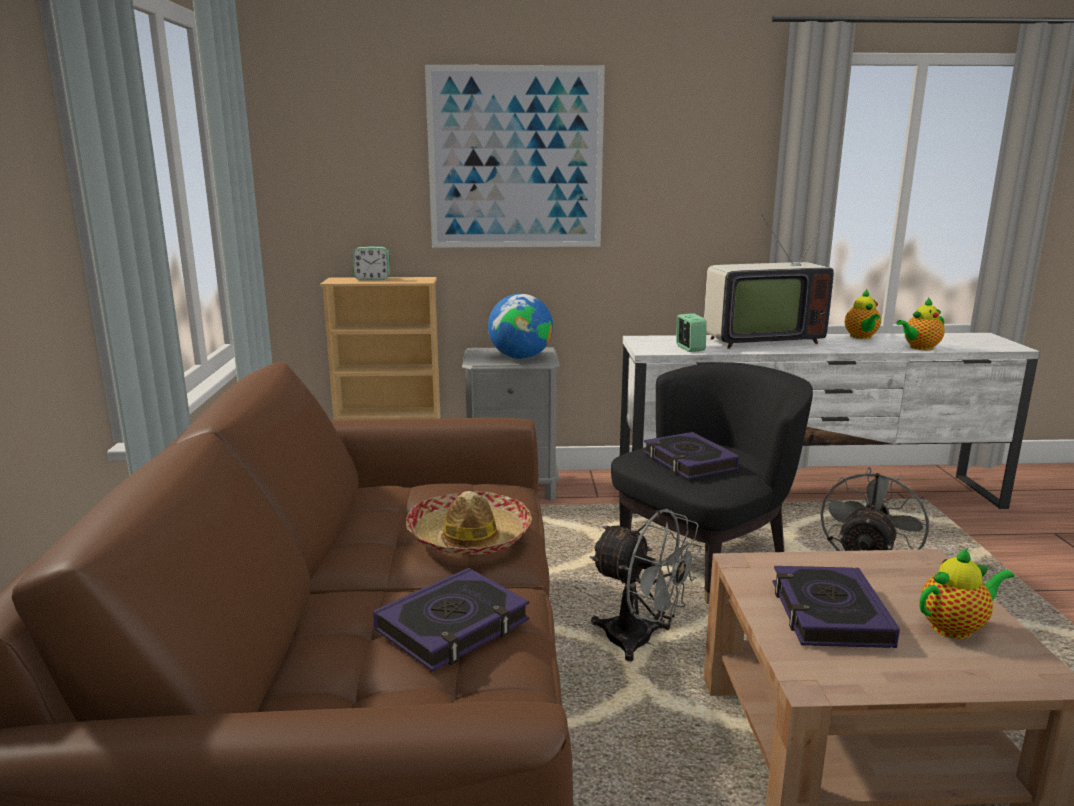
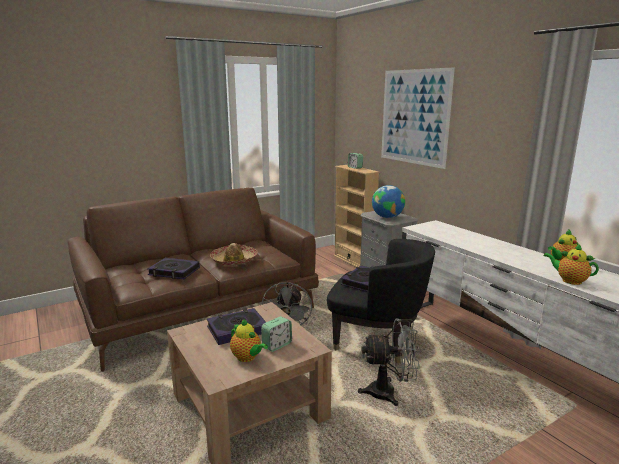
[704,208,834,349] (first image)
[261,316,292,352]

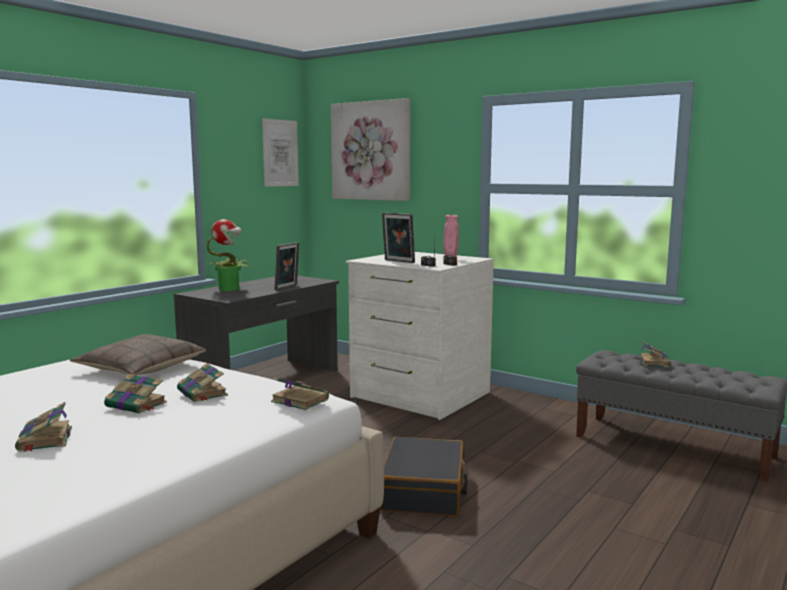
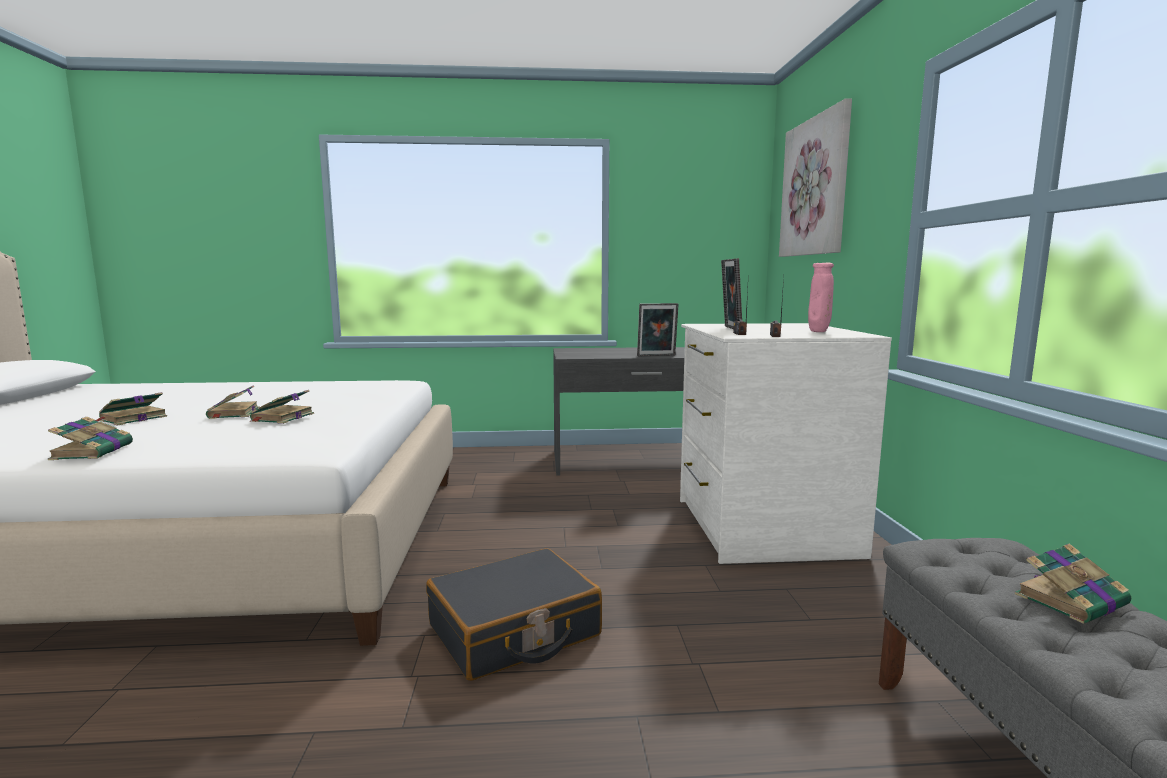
[70,334,206,376] (first image)
[207,219,250,291] (first image)
[262,118,299,187] (first image)
[48,417,133,460]

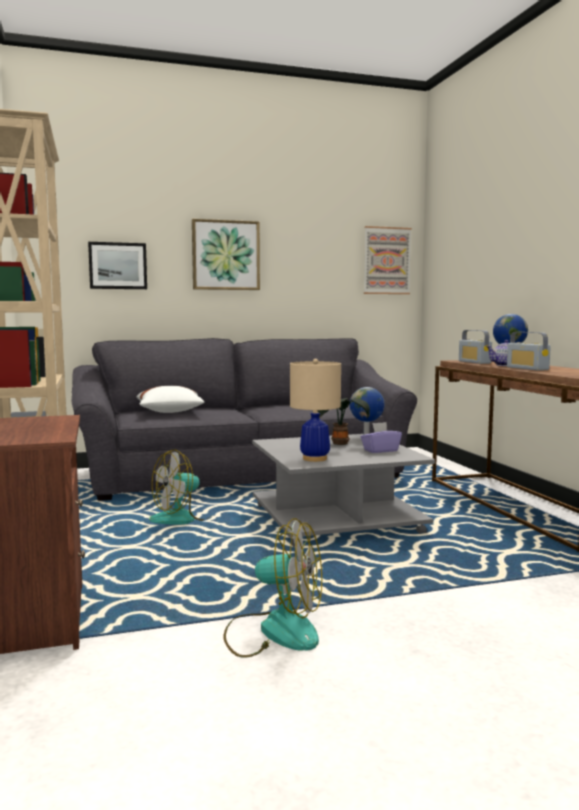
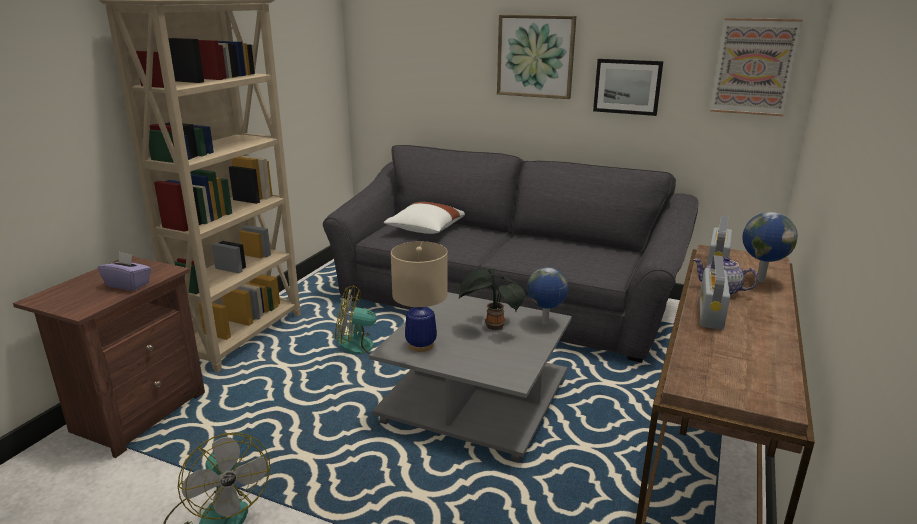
[593,59,663,116]
[98,252,151,291]

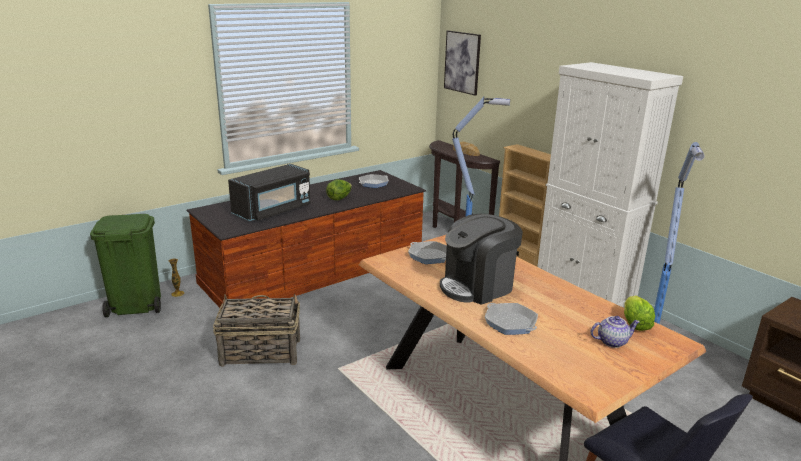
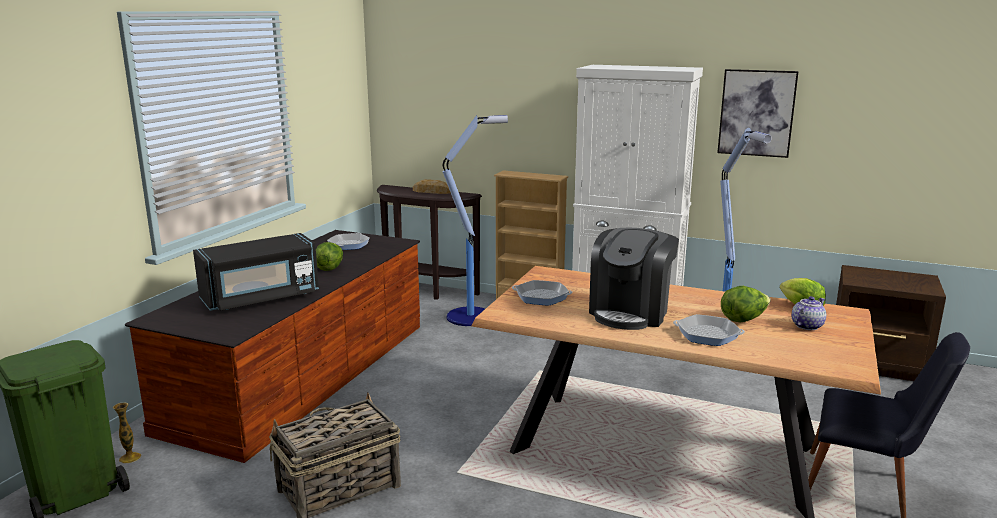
[721,286,771,322]
[717,69,799,158]
[193,233,319,311]

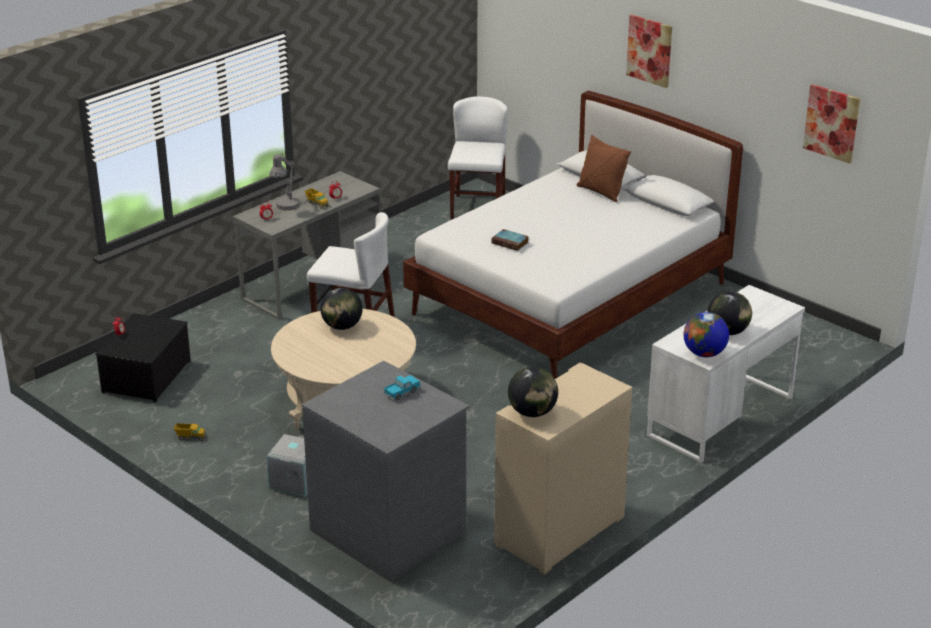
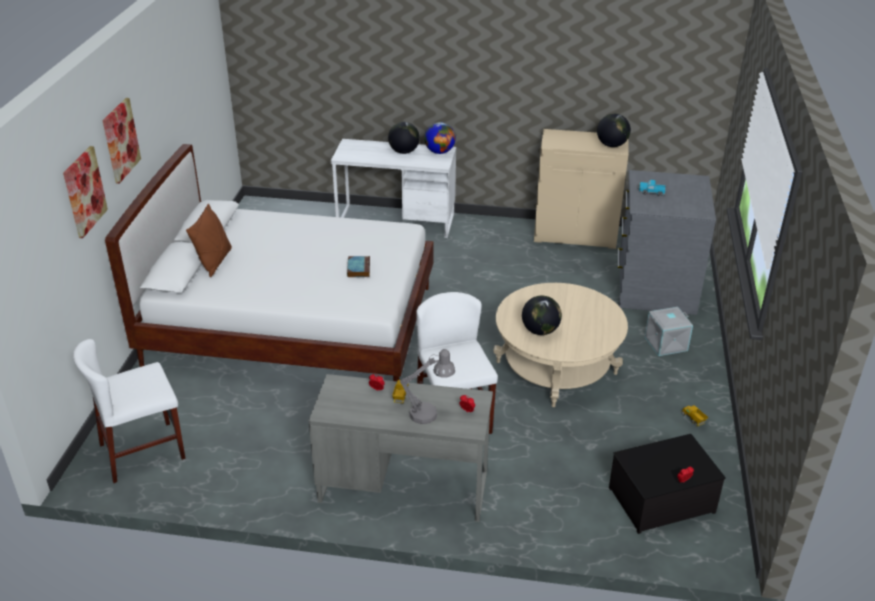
[63,146,108,238]

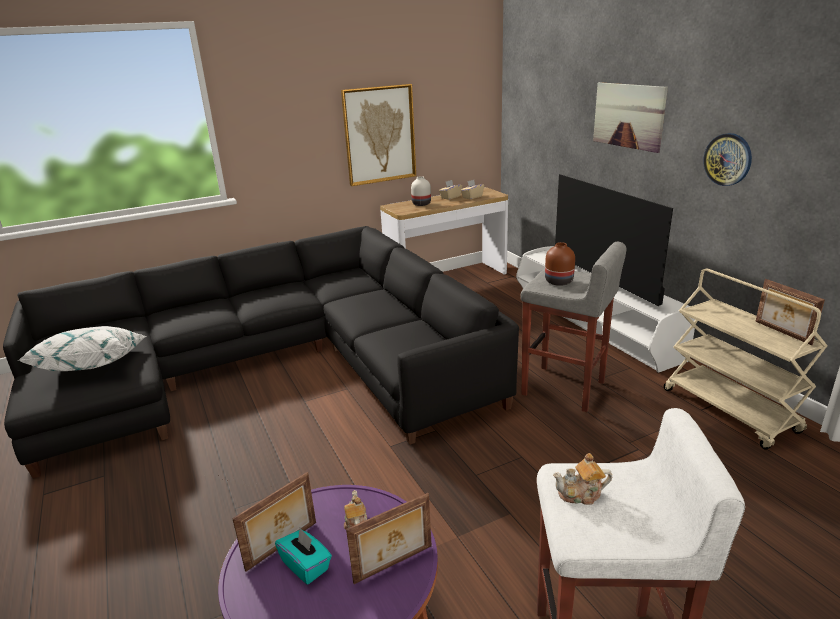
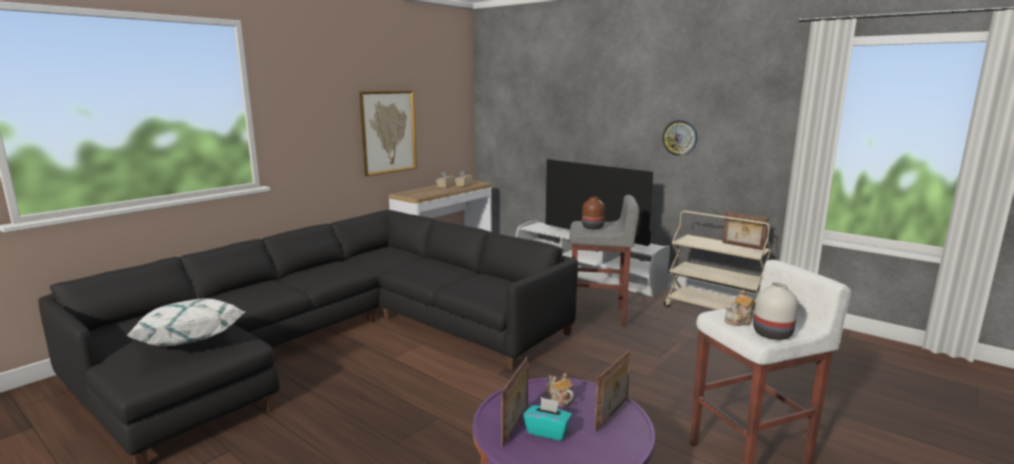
[593,82,668,153] (first image)
[753,282,798,340]

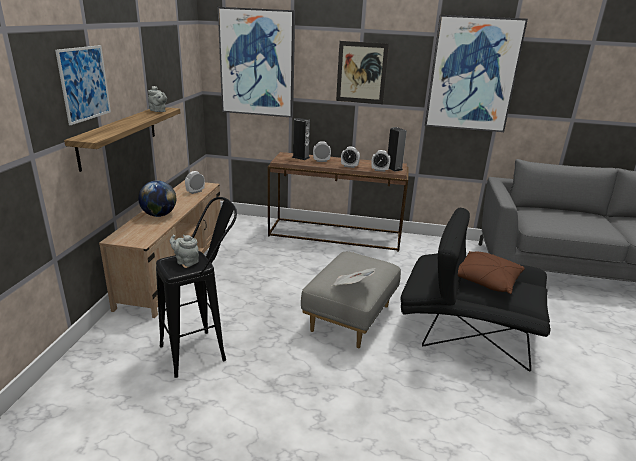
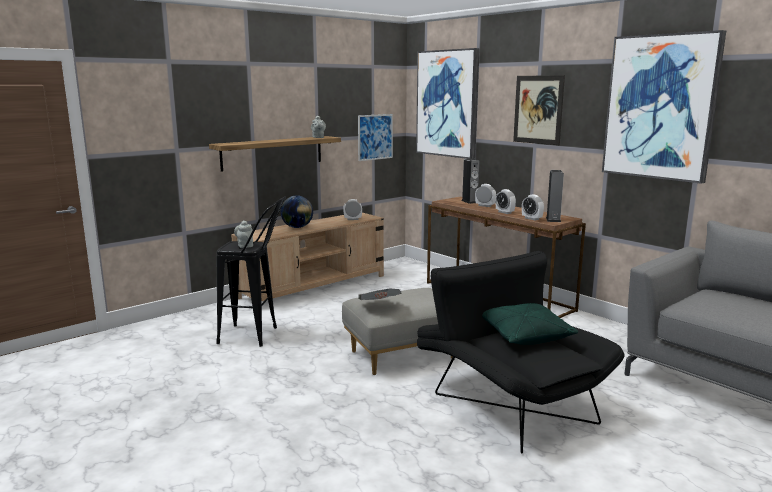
[358,114,393,161]
[482,303,578,345]

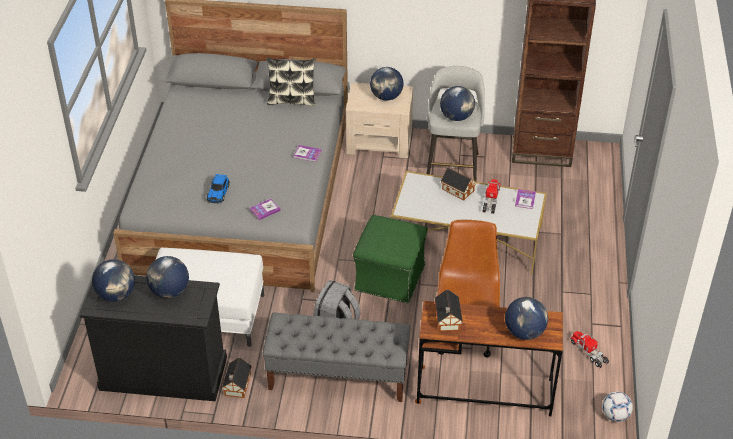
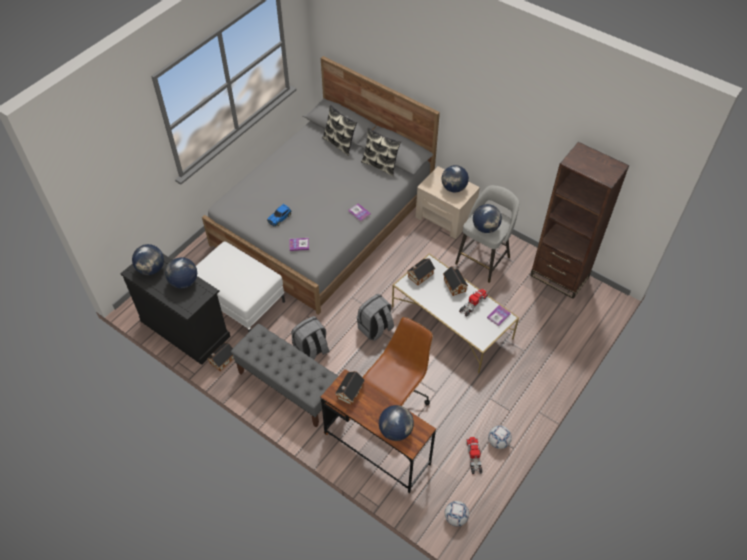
[322,105,357,156]
[407,258,435,285]
[488,426,512,449]
[357,294,394,341]

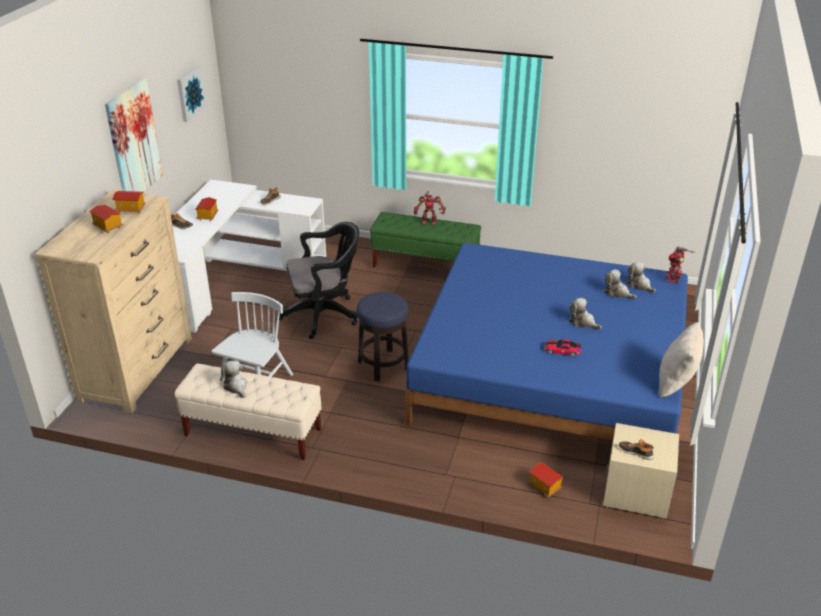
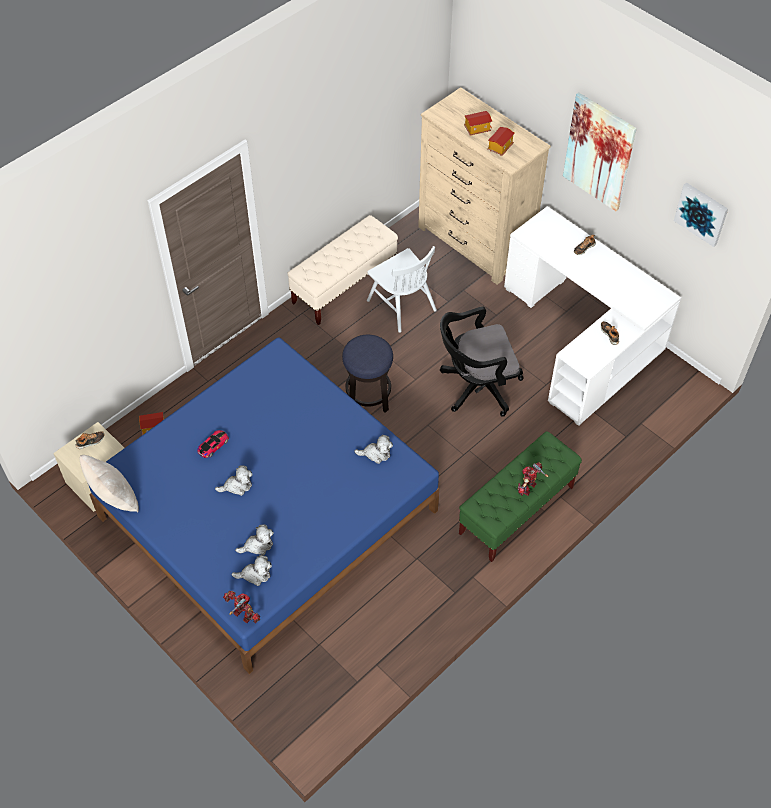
[196,197,218,221] (first image)
[354,435,393,464]
[440,307,524,417]

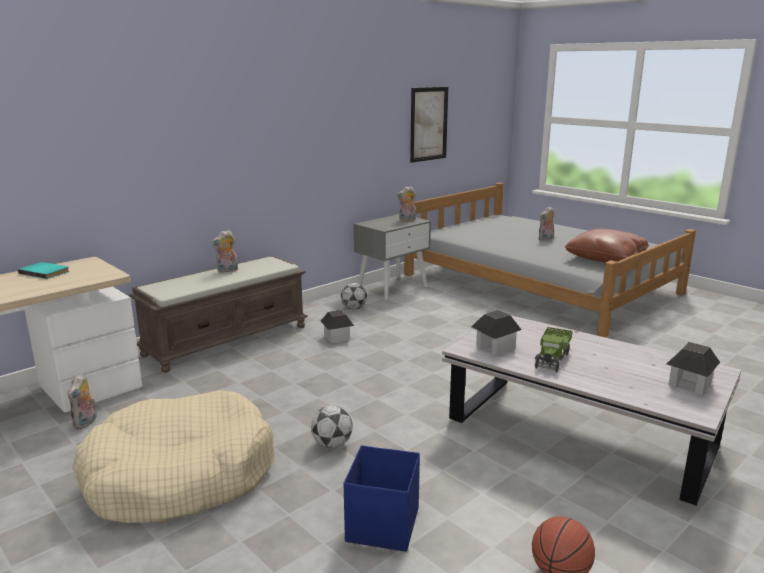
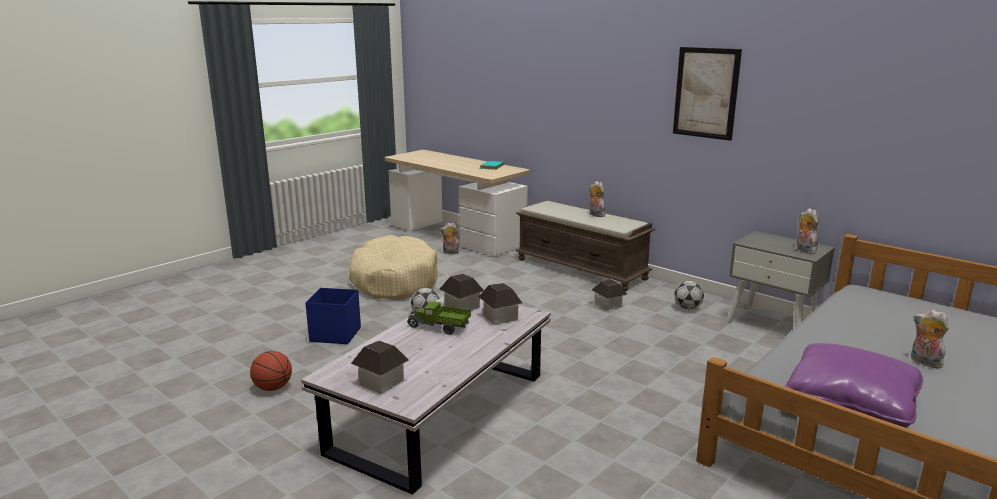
[479,283,522,325]
[673,47,742,141]
[785,343,923,428]

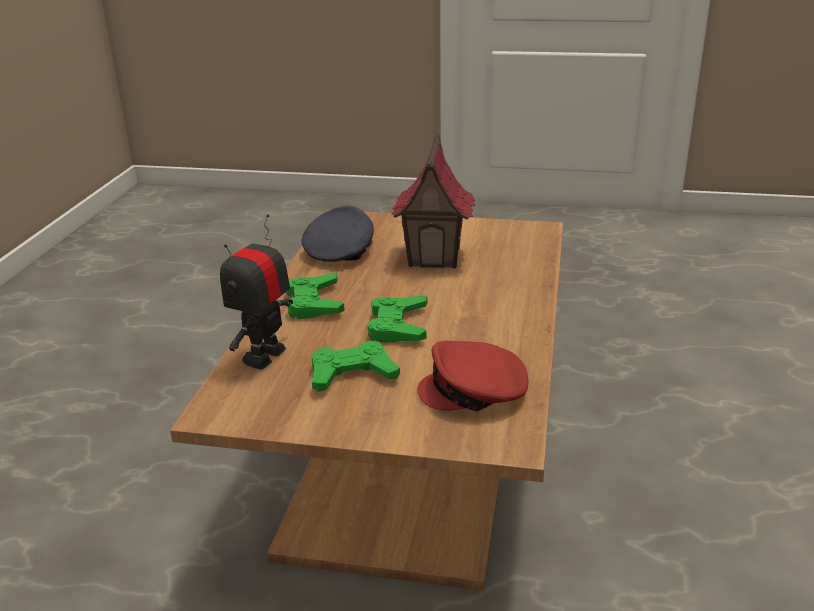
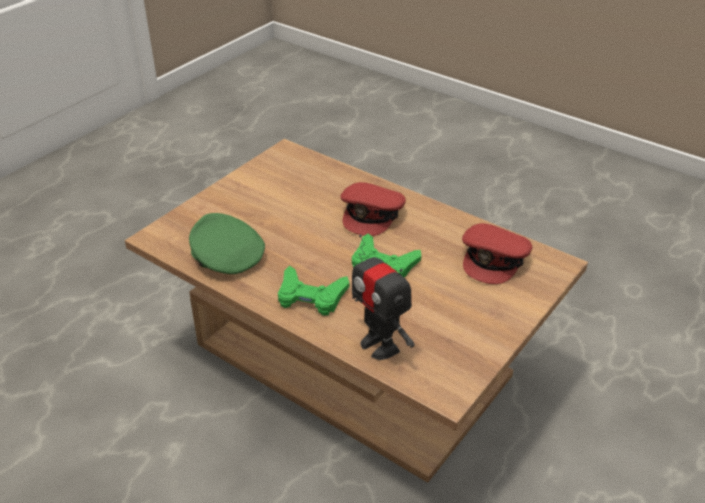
[312,341,400,392] (first image)
[391,133,475,269] (first image)
[340,182,406,236]
[189,213,265,274]

